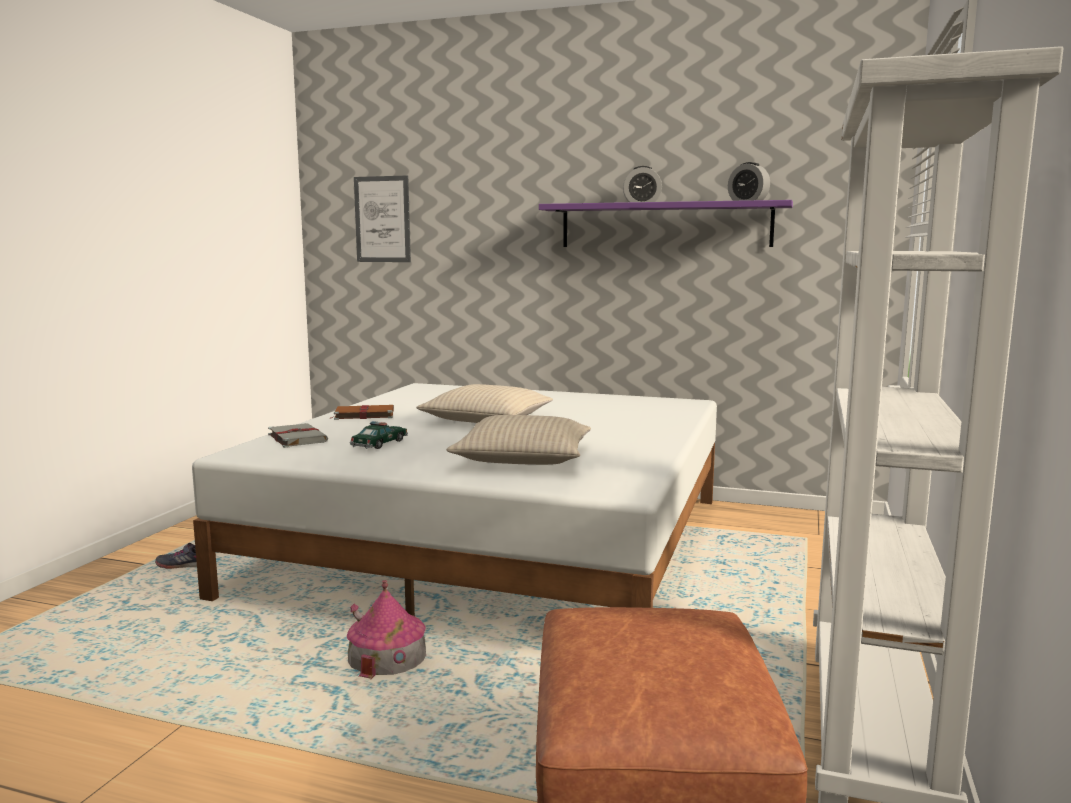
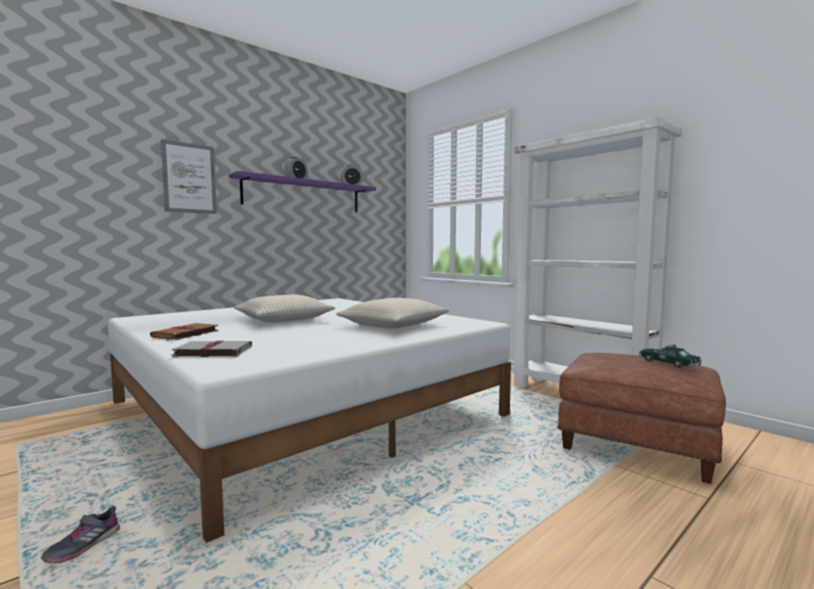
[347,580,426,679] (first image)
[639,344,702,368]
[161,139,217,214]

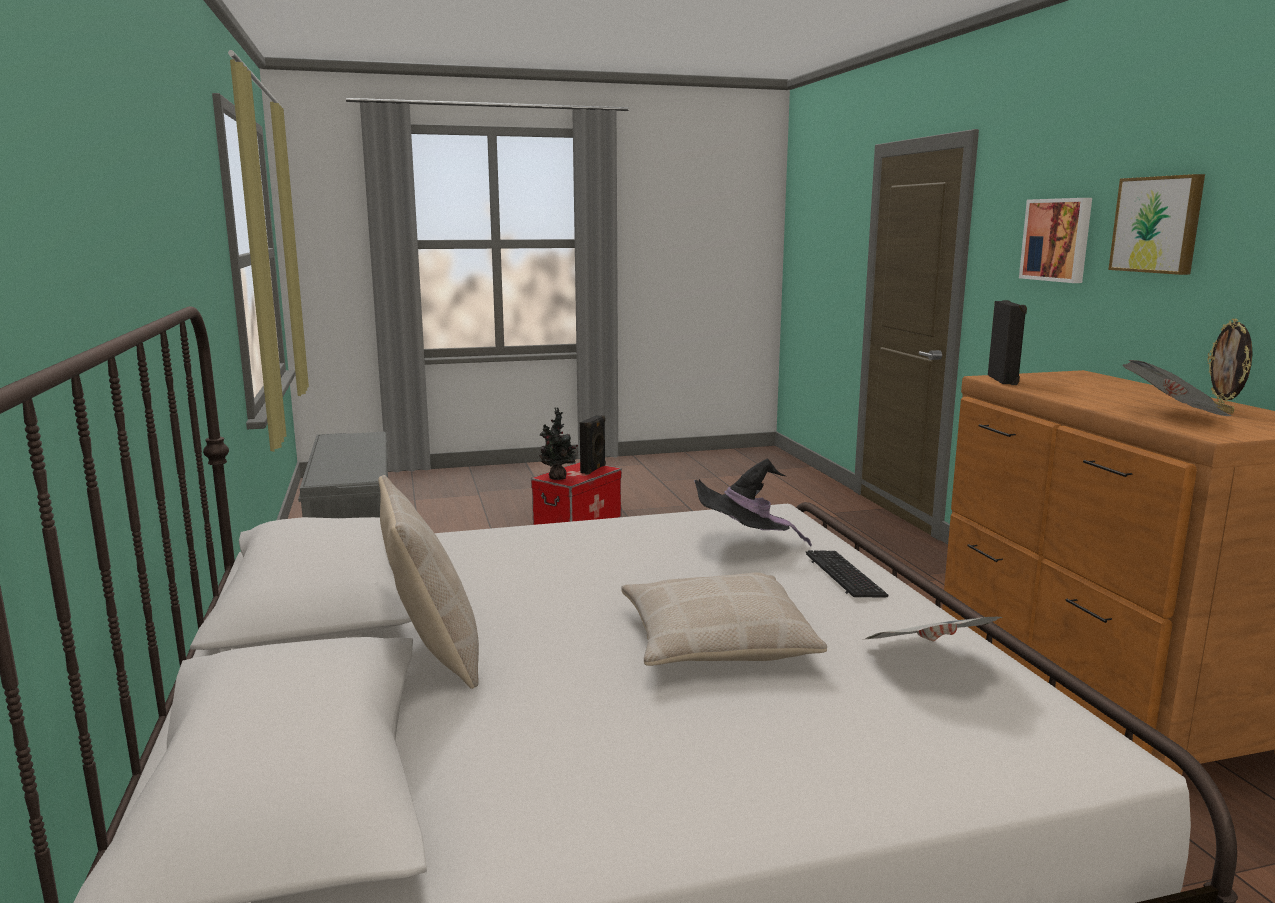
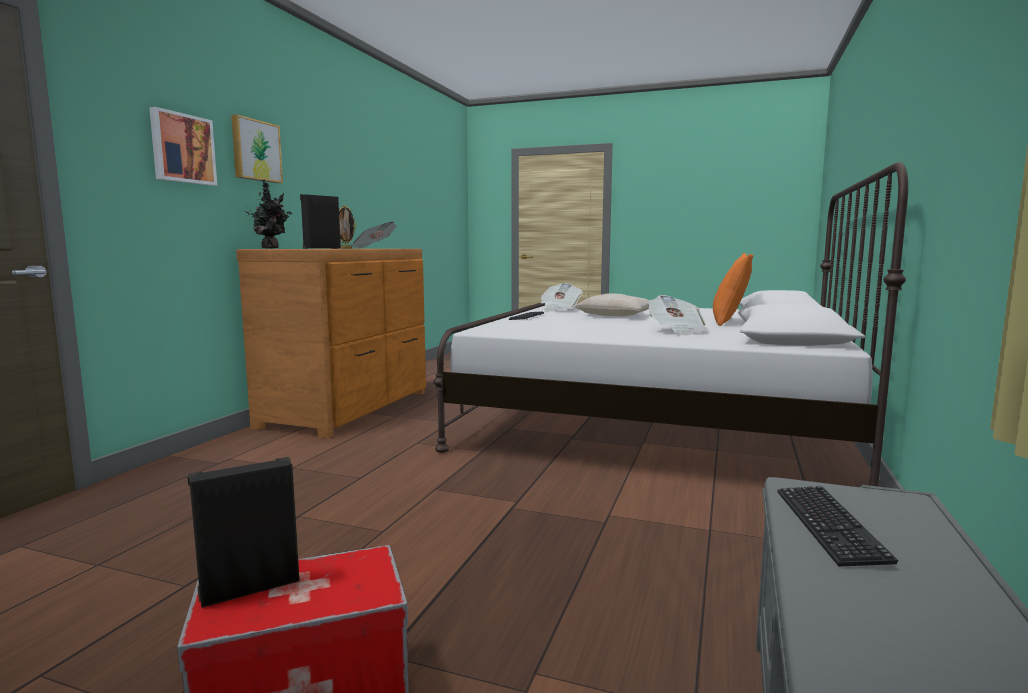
[694,459,812,547] (first image)
[648,295,707,335]
[778,486,898,567]
[245,179,292,249]
[713,253,753,326]

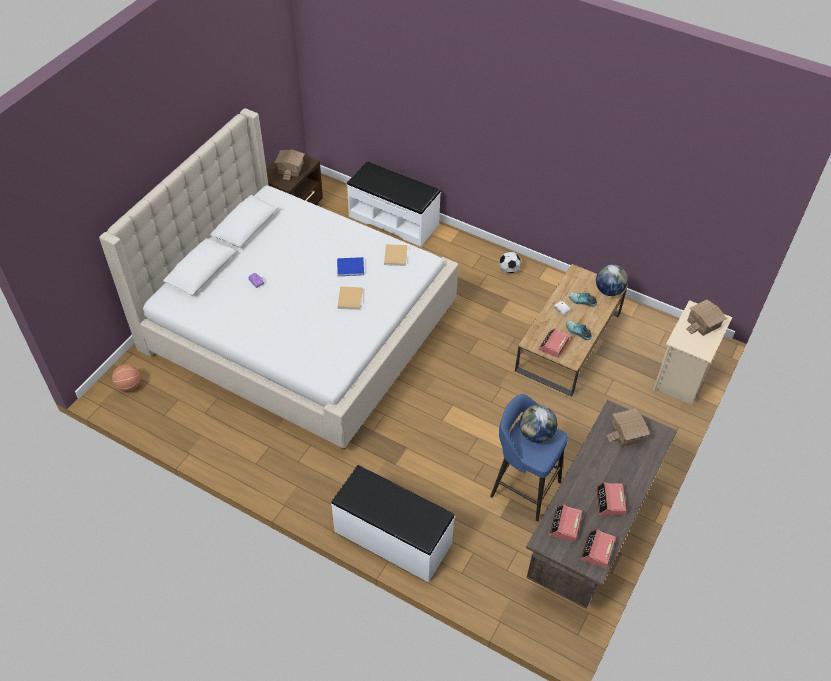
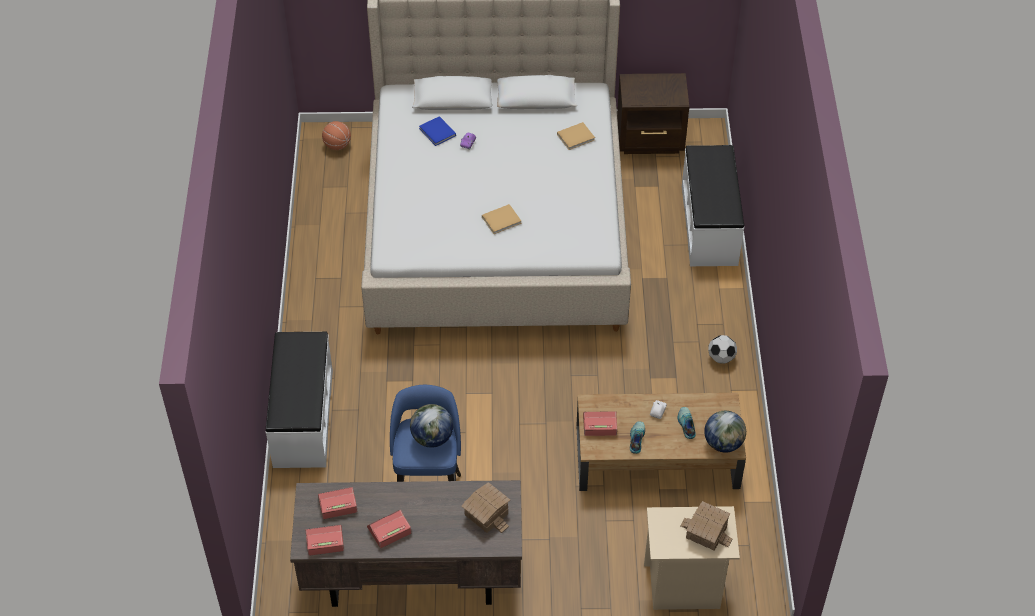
[275,149,305,180] (first image)
[419,116,456,146]
[557,122,595,150]

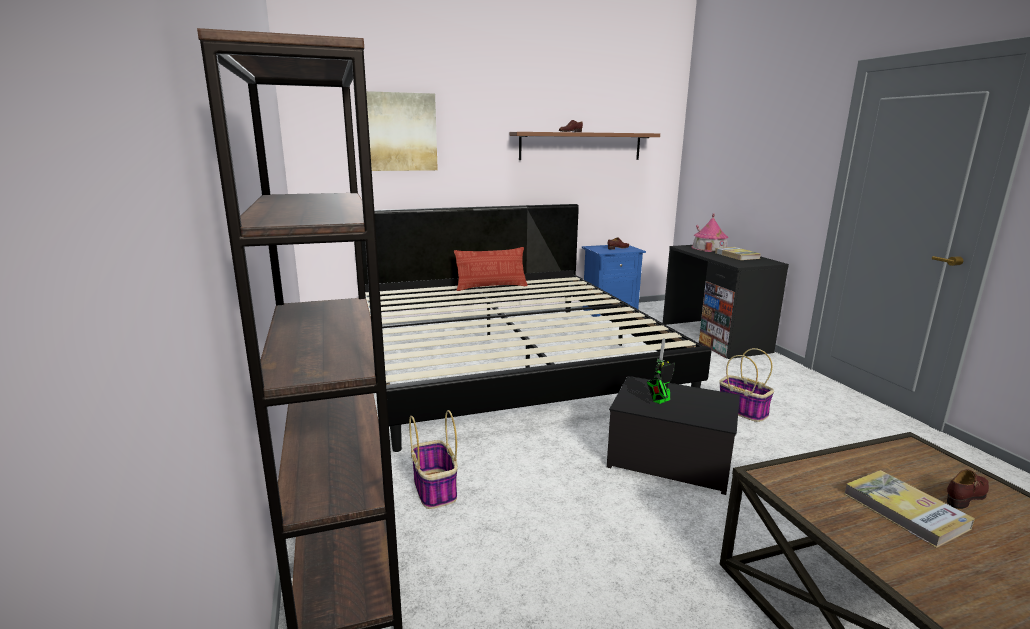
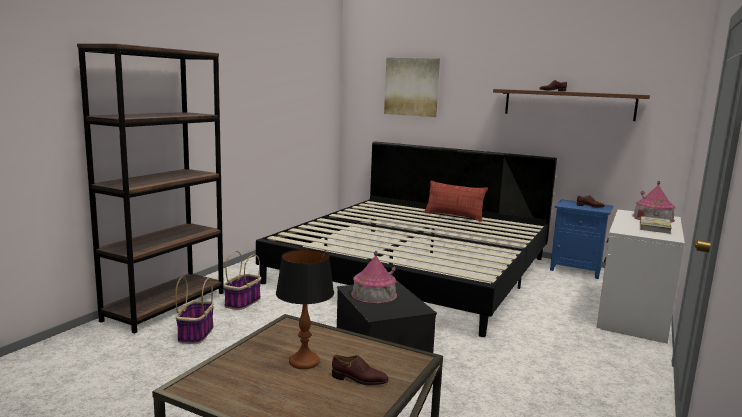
[175,276,214,344]
[351,251,397,304]
[276,249,334,369]
[597,209,685,344]

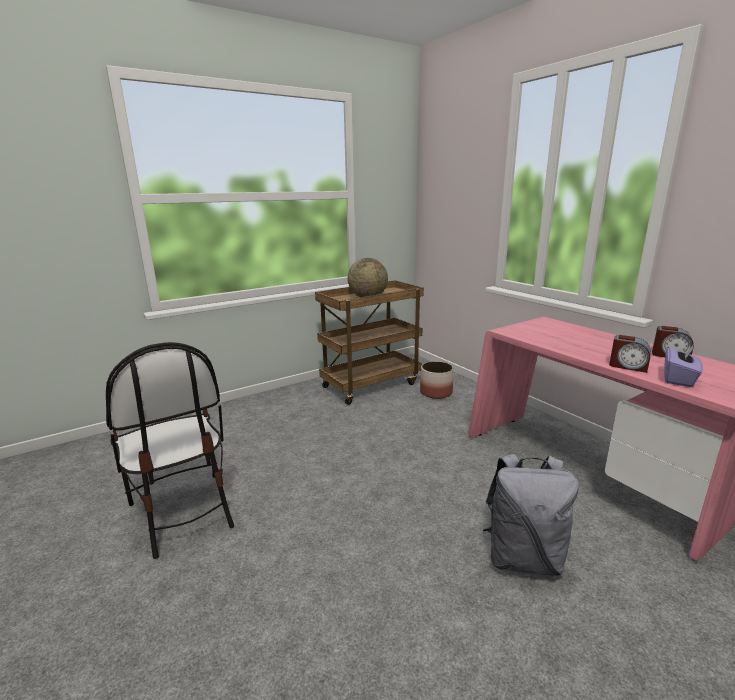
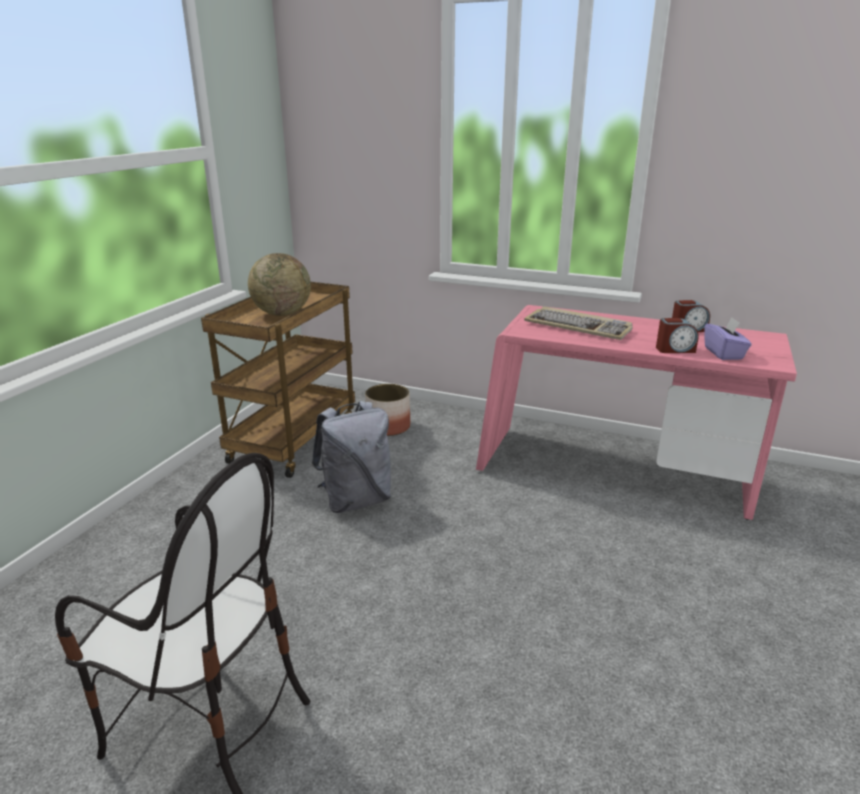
[524,306,633,340]
[312,401,391,513]

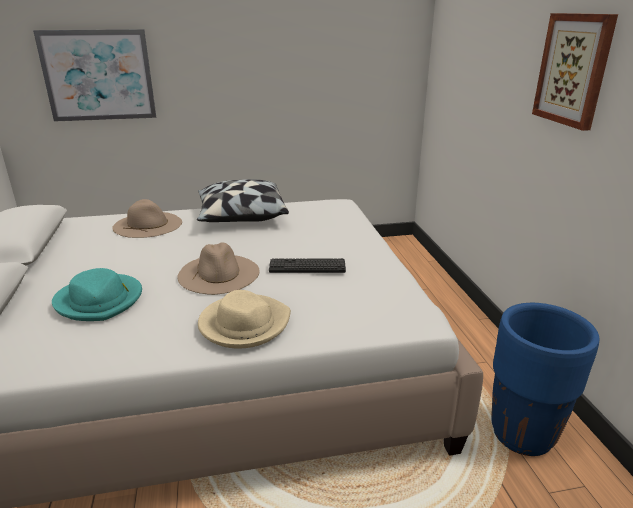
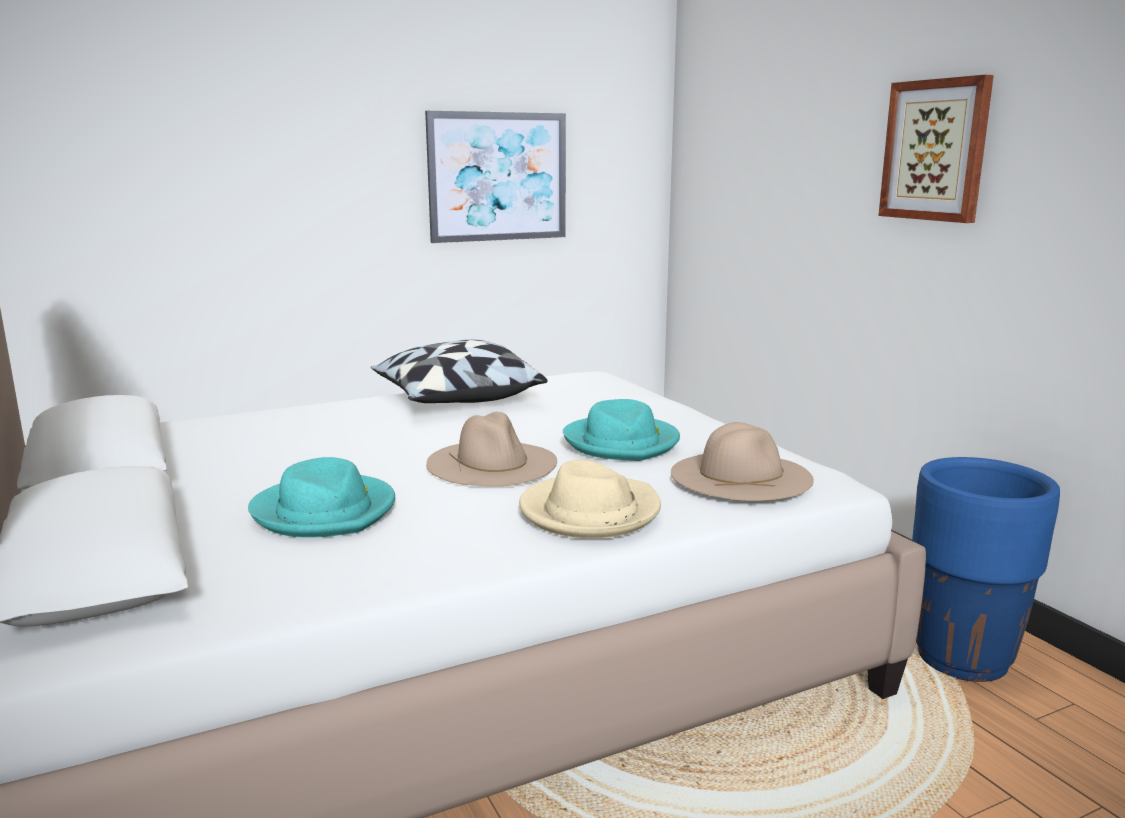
[425,111,566,243]
[671,422,814,501]
[563,399,680,461]

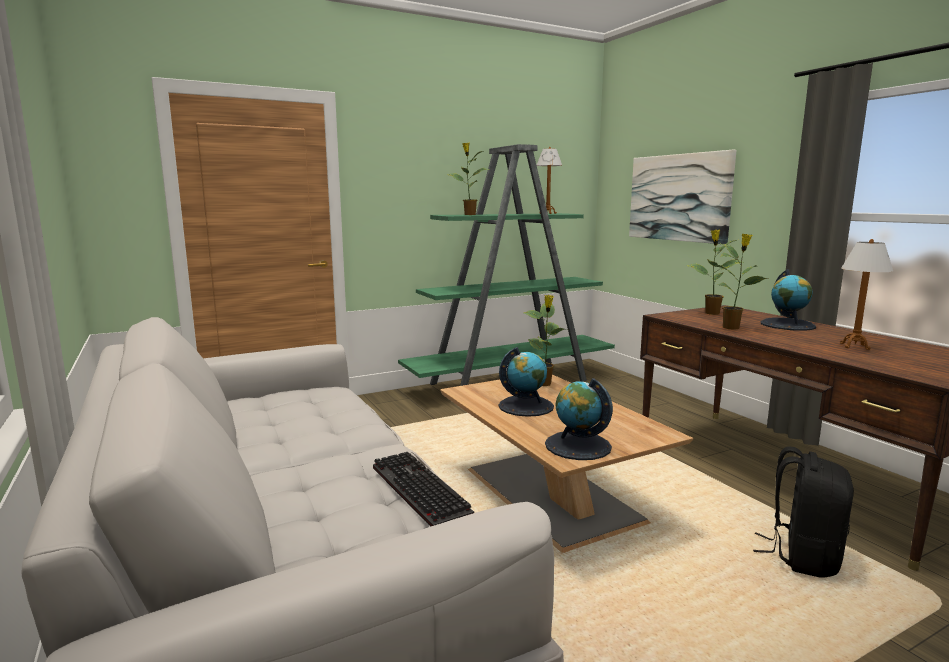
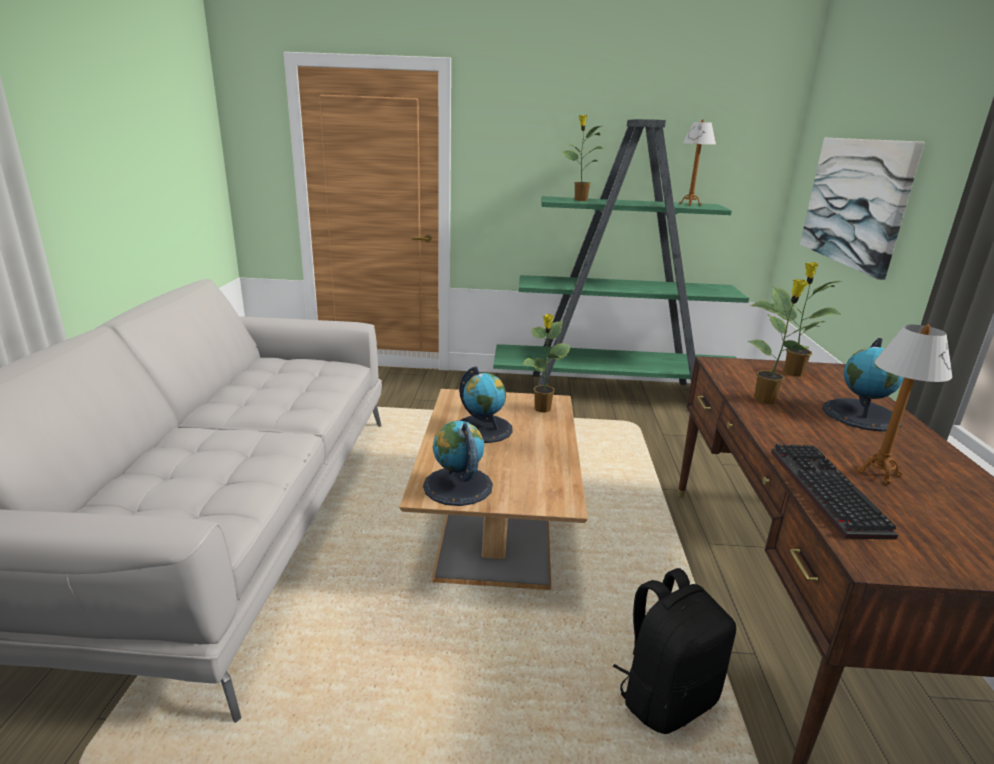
[771,444,898,540]

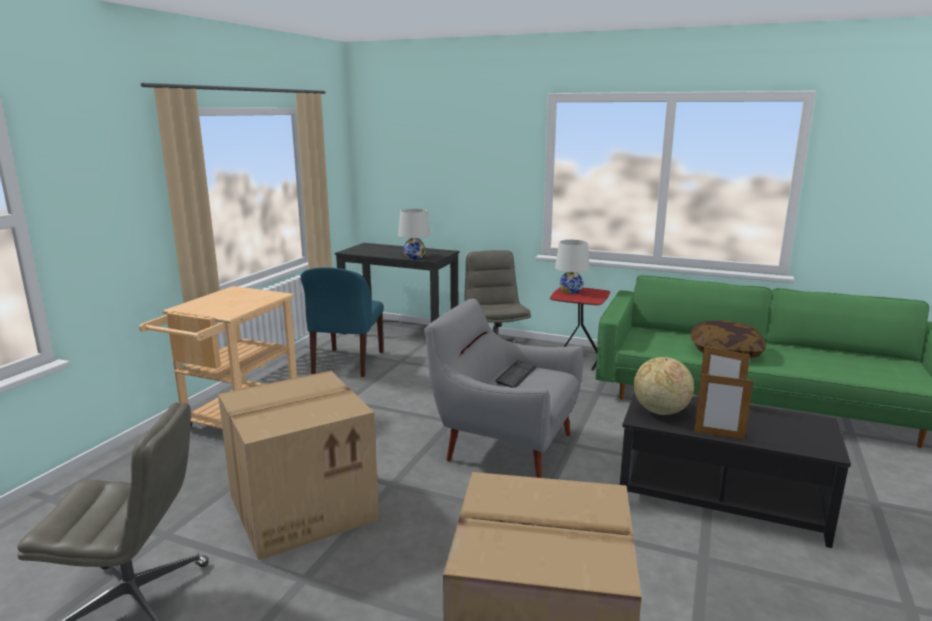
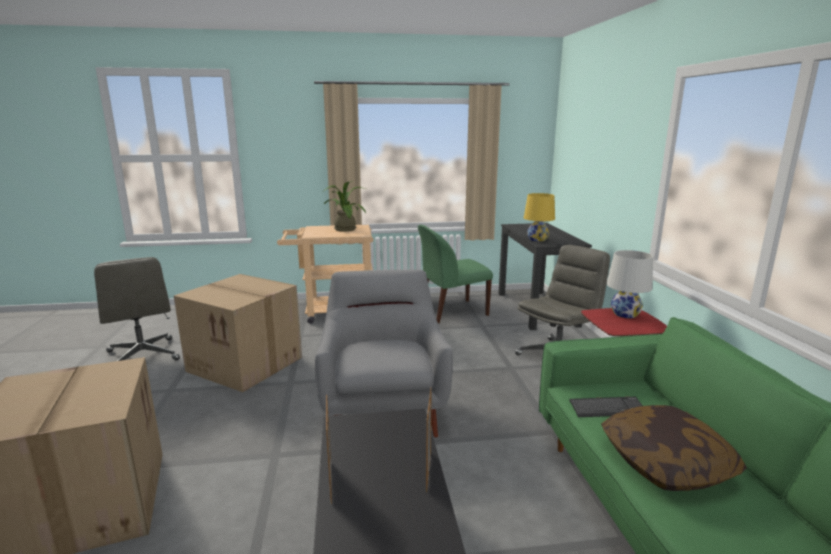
[634,357,694,415] (first image)
[322,181,366,232]
[570,397,643,417]
[418,225,493,323]
[524,193,555,242]

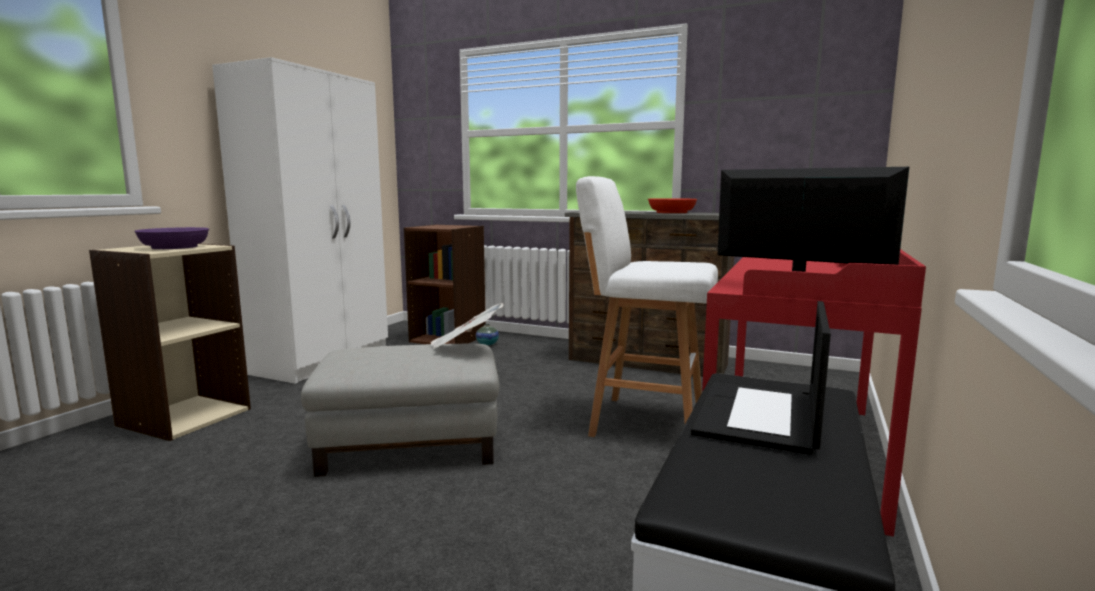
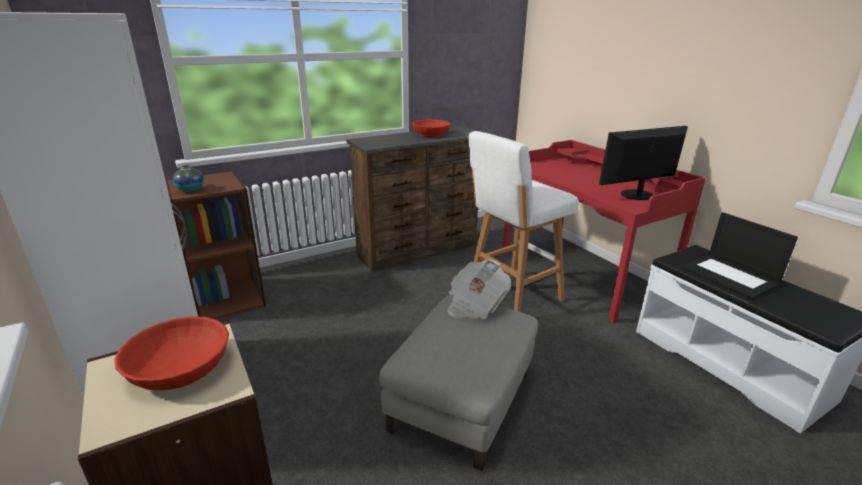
[172,165,204,192]
[114,316,229,390]

